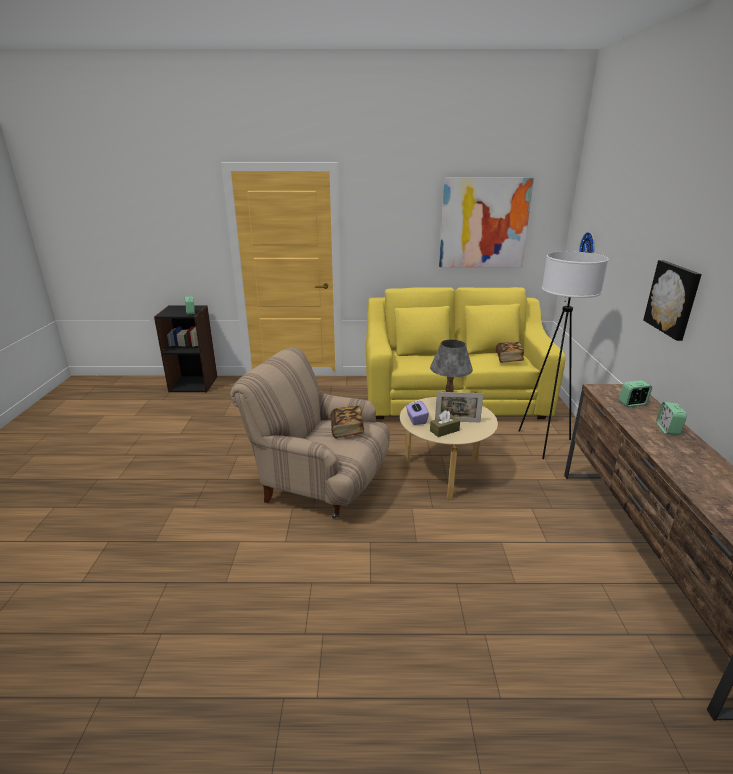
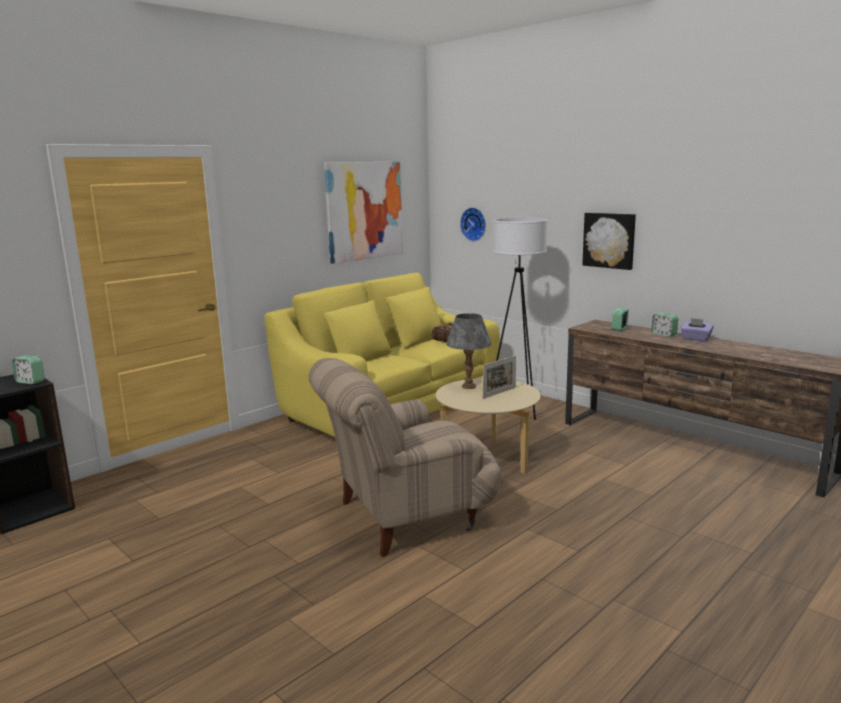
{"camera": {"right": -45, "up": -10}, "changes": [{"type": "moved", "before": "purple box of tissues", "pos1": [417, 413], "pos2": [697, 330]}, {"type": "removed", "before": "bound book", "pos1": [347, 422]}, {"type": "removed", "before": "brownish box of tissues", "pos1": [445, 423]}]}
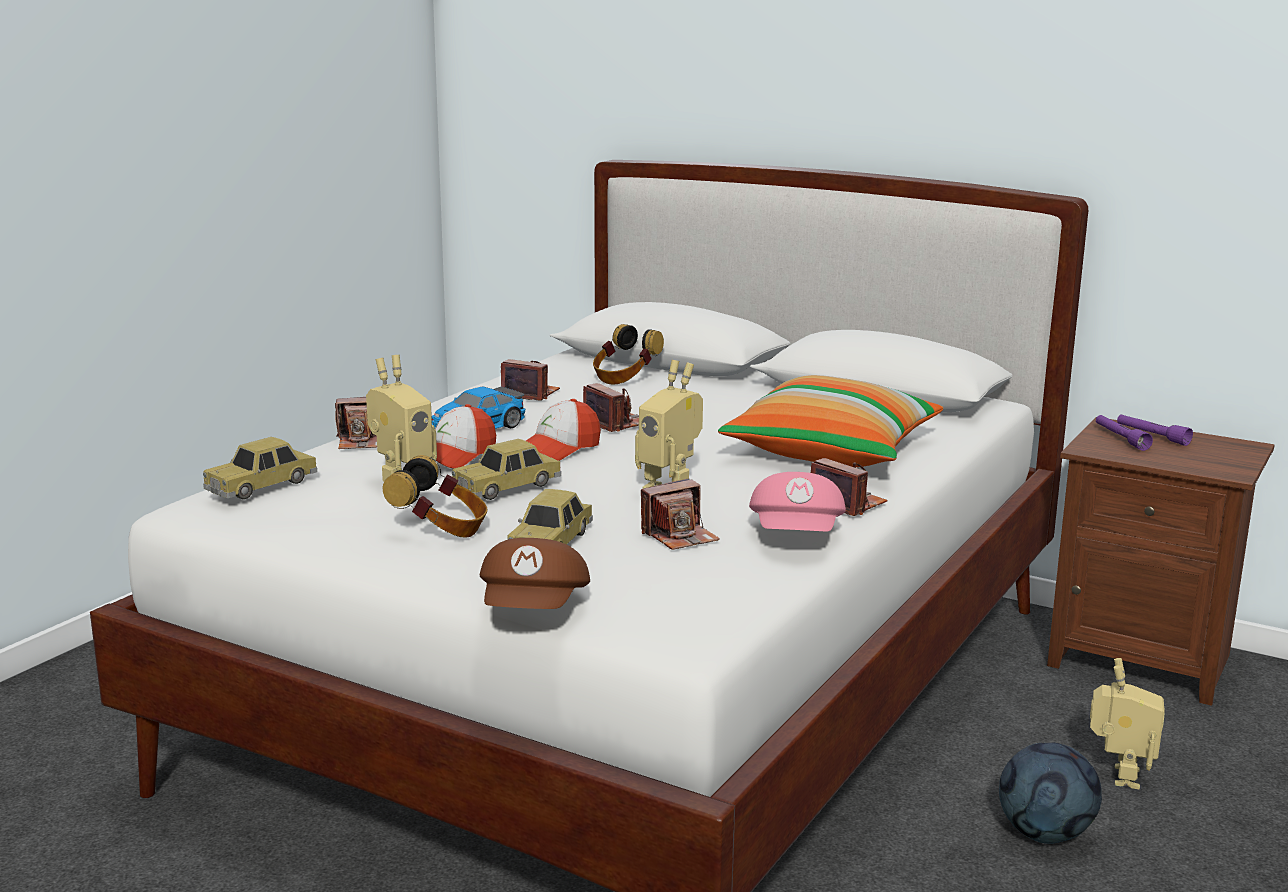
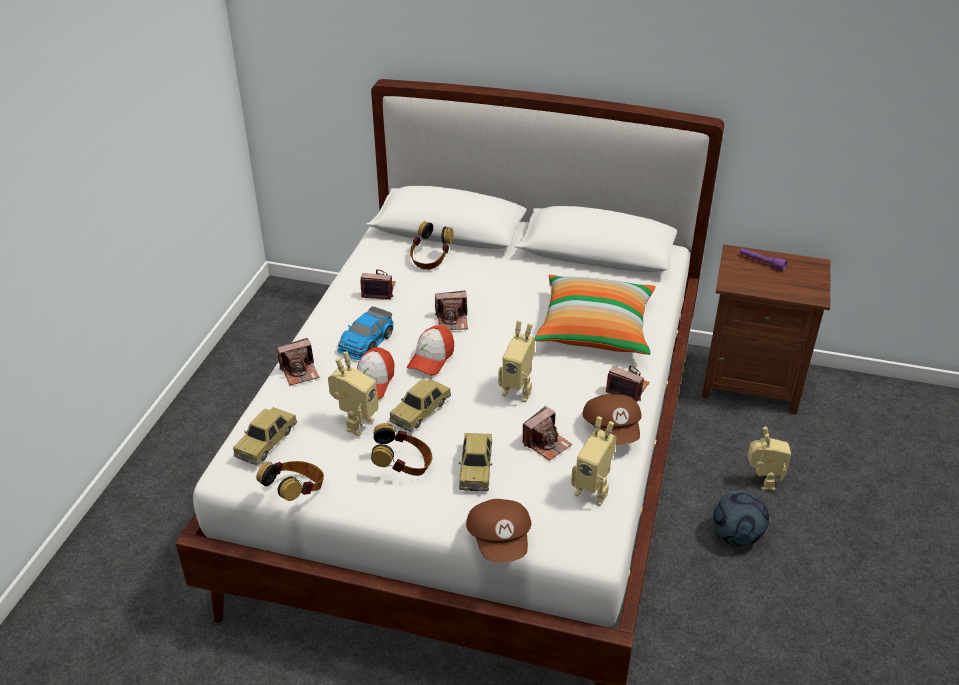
{"camera": {"right": -15, "up": 20}, "changes": [{"type": "added", "after": "headphones", "pos2": [290, 481]}, {"type": "turned", "before": "still camera", "pos1": [611, 407], "pos2": [451, 310], "turn": 135}, {"type": "added", "after": "model robot", "pos2": [594, 461]}, {"type": "recoloured", "before": "pink peaked cap", "after": "brownish peaked cap", "pos1": [797, 502], "pos2": [612, 419]}, {"type": "removed", "before": "purple torch", "pos1": [1124, 433]}]}
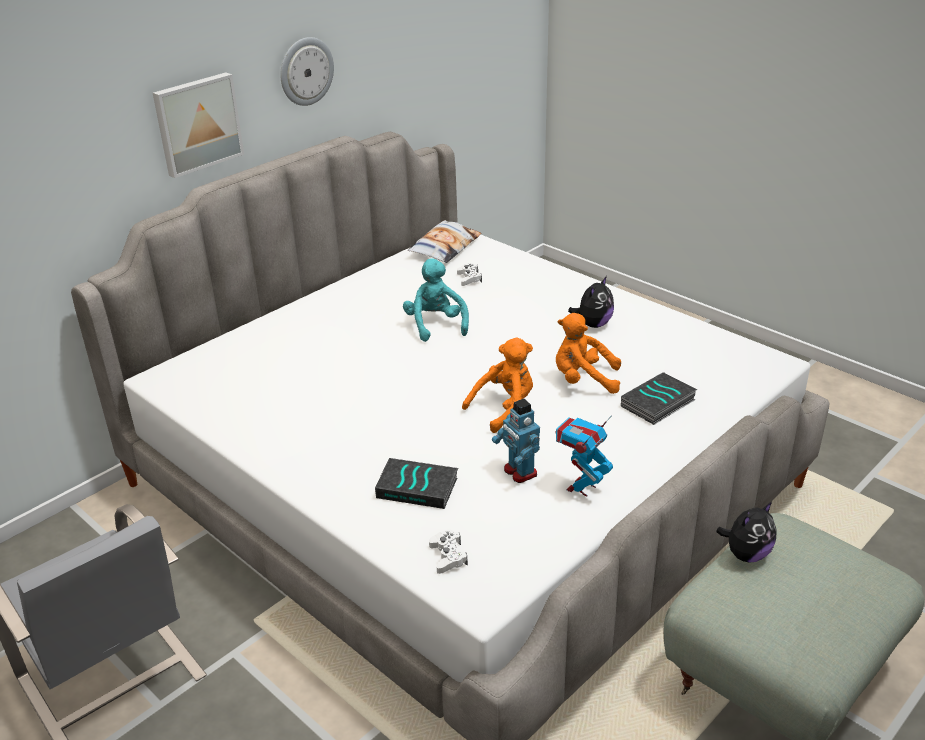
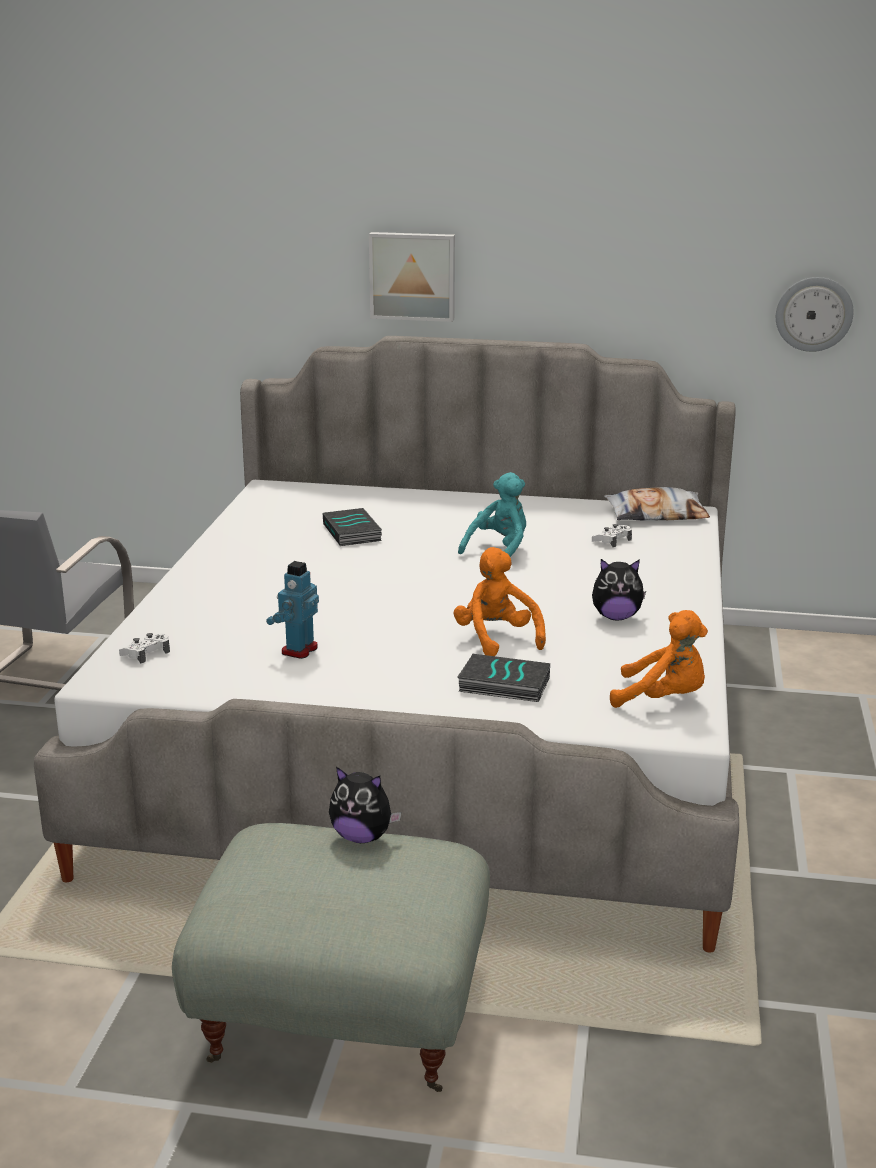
{"camera": {"right": 55, "up": -10}, "changes": [{"type": "moved", "before": "bound book", "pos1": [416, 483], "pos2": [352, 527]}, {"type": "moved", "before": "orange plush toy", "pos1": [497, 385], "pos2": [659, 659]}, {"type": "moved", "before": "clock on the wall", "pos1": [307, 71], "pos2": [815, 314]}, {"type": "removed", "before": "model robot", "pos1": [584, 455]}]}
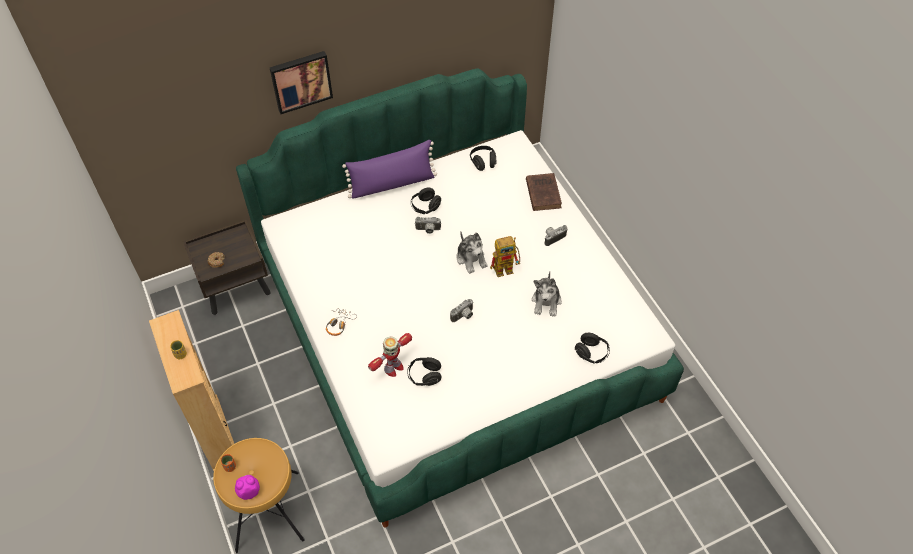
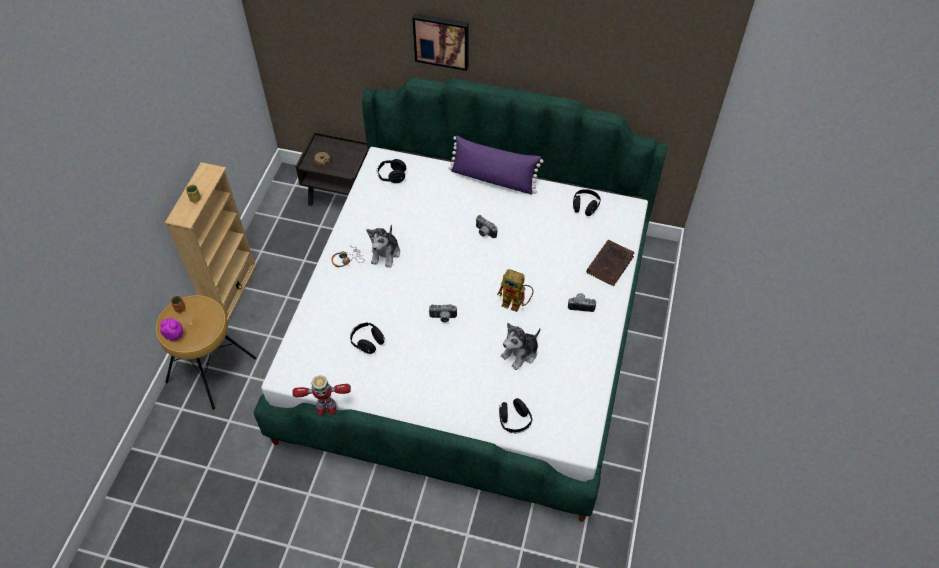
{"camera": {"right": 40, "up": 0}, "changes": [{"type": "moved", "before": "model robot", "pos1": [390, 355], "pos2": [321, 395]}, {"type": "moved", "before": "plush toy", "pos1": [472, 253], "pos2": [383, 246]}, {"type": "moved", "before": "blackish headphones", "pos1": [426, 200], "pos2": [391, 171]}]}
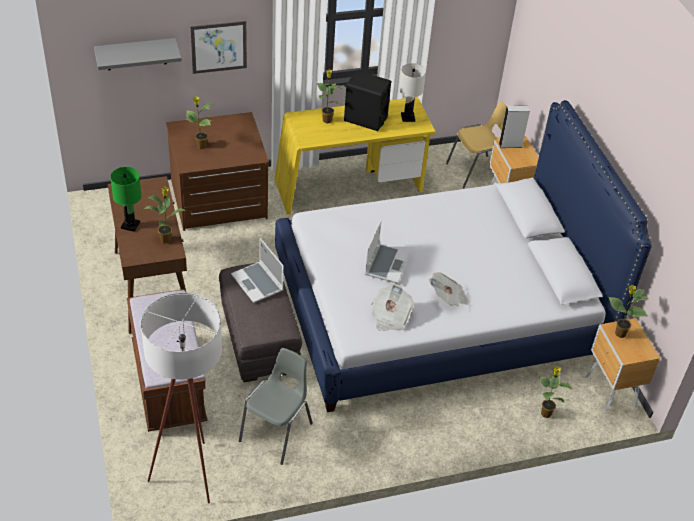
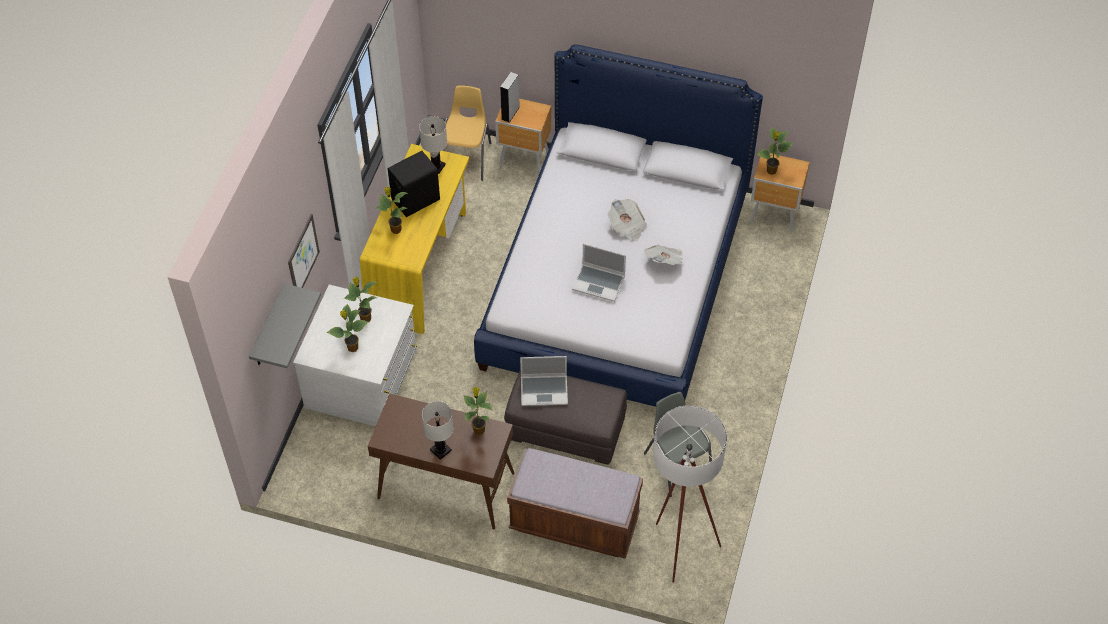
{"camera": {"right": -55, "up": 10}, "changes": [{"type": "recoloured", "before": "brownish dresser", "after": "white-coloured dresser", "pos1": [217, 171], "pos2": [355, 356]}, {"type": "moved", "before": "plant in a pot", "pos1": [556, 392], "pos2": [360, 299]}, {"type": "recoloured", "before": "greenish lamp for a table", "after": "white-coloured lamp for a table", "pos1": [126, 199], "pos2": [437, 430]}, {"type": "turned", "before": "portable computer", "pos1": [387, 252], "pos2": [599, 272], "turn": 150}, {"type": "moved", "before": "daily paper", "pos1": [393, 307], "pos2": [627, 220]}]}
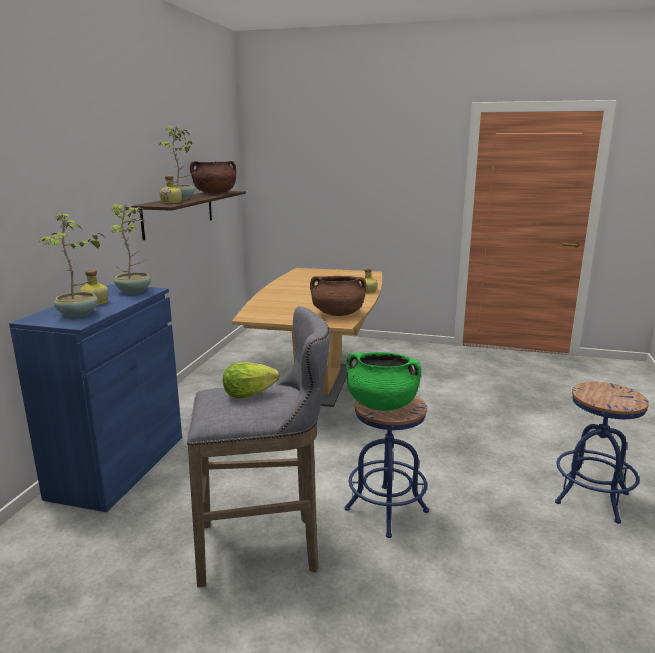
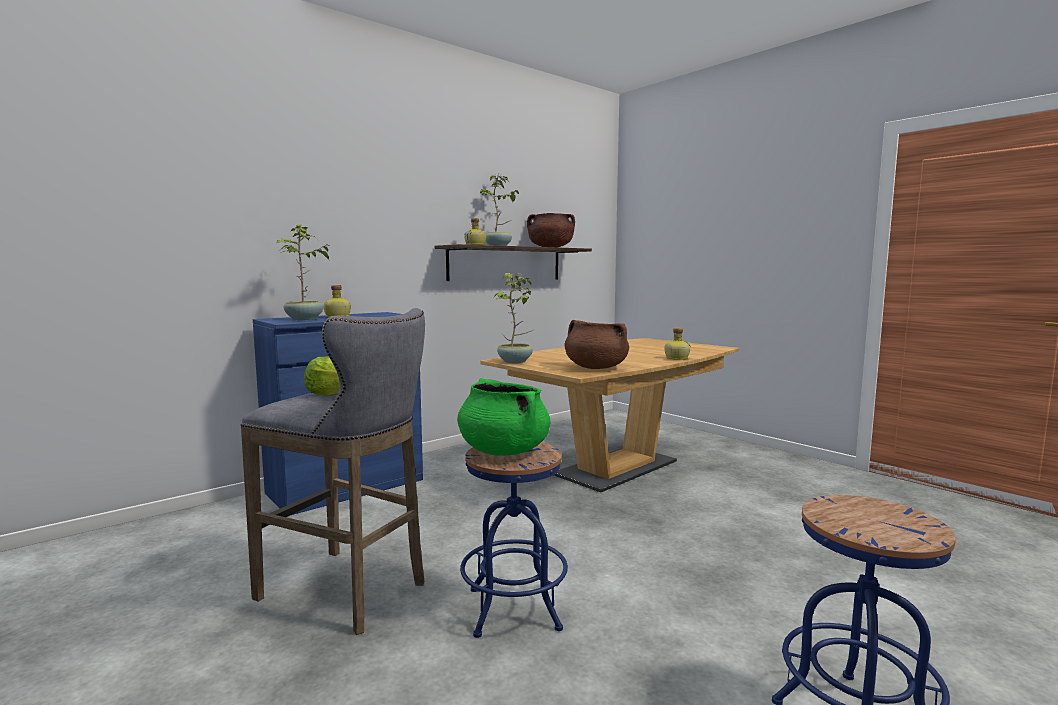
{"camera": {"right": 35, "up": -10}, "changes": [{"type": "moved", "before": "plant in a pot", "pos1": [130, 248], "pos2": [515, 318]}]}
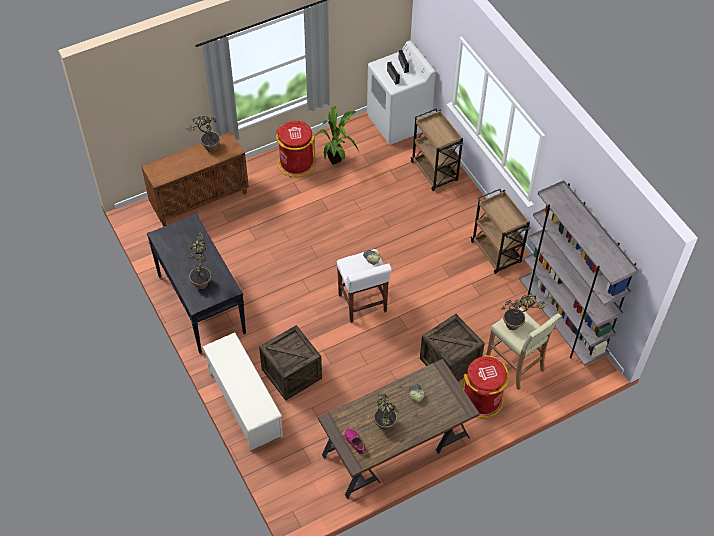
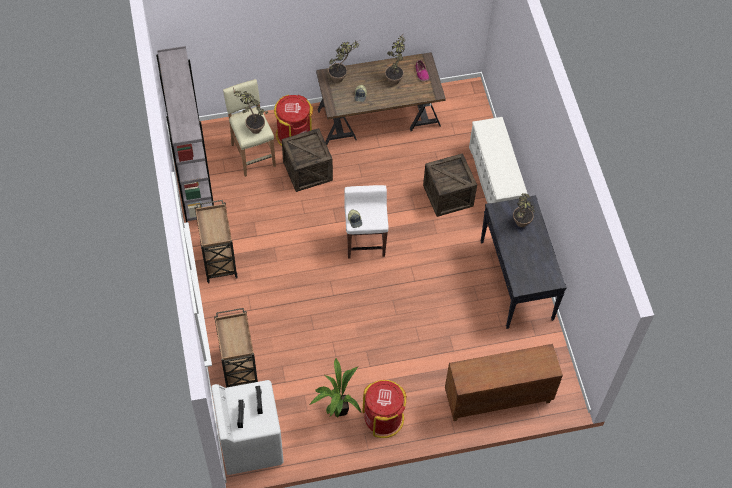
{"camera": {"right": -165, "up": 5}, "changes": [{"type": "moved", "before": "plant in a pot", "pos1": [203, 134], "pos2": [344, 61]}]}
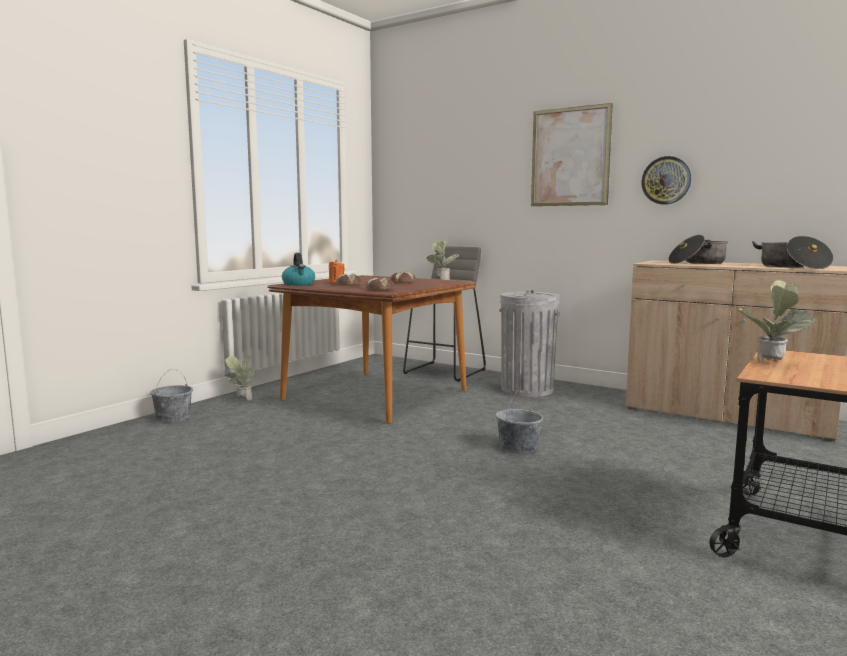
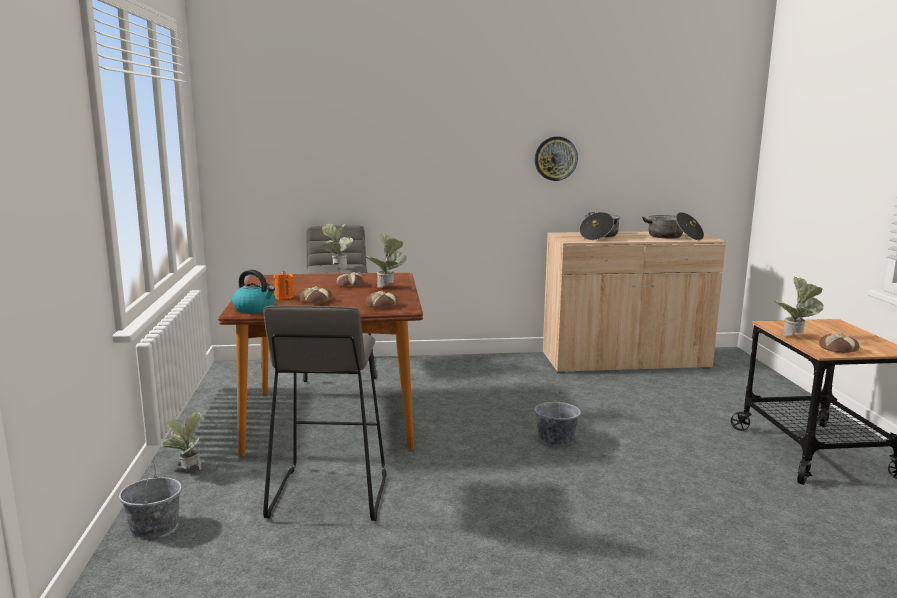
{"camera": {"right": -40, "up": 5}, "changes": [{"type": "added", "after": "grey stool seat", "pos2": [325, 413]}, {"type": "added", "after": "plant in a pot", "pos2": [386, 261]}, {"type": "added", "after": "baked bread", "pos2": [839, 343]}, {"type": "removed", "before": "grey rubbish bin", "pos1": [529, 343]}, {"type": "removed", "before": "picture", "pos1": [572, 154]}]}
